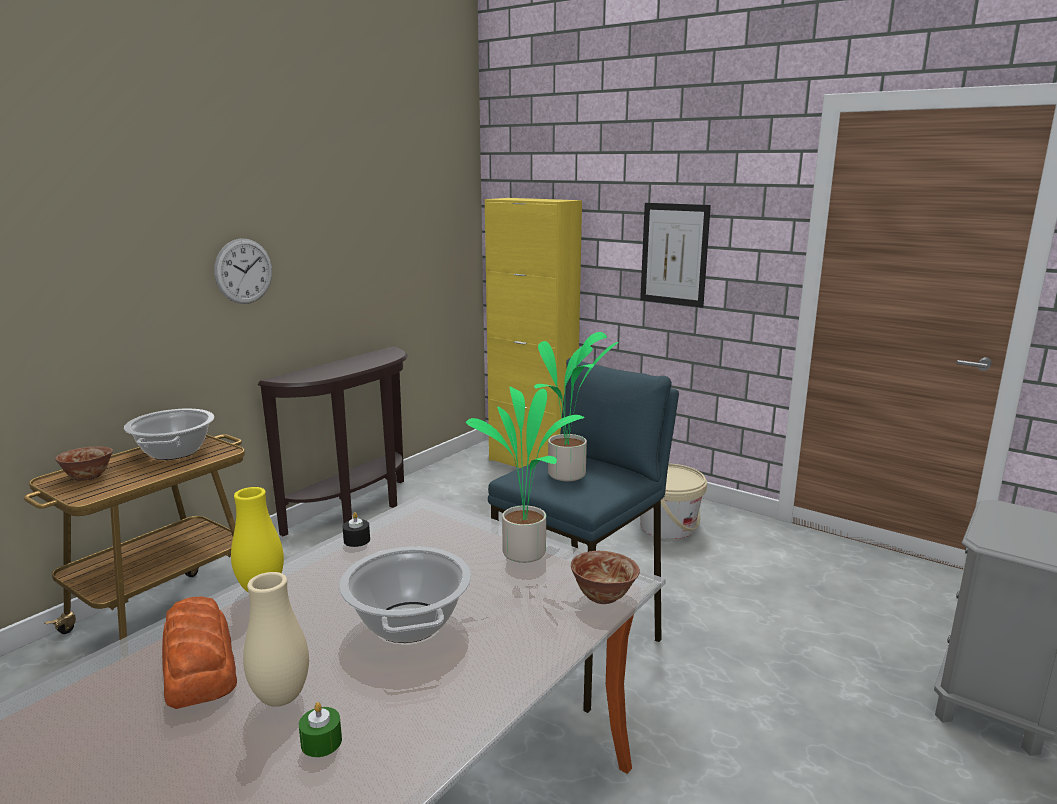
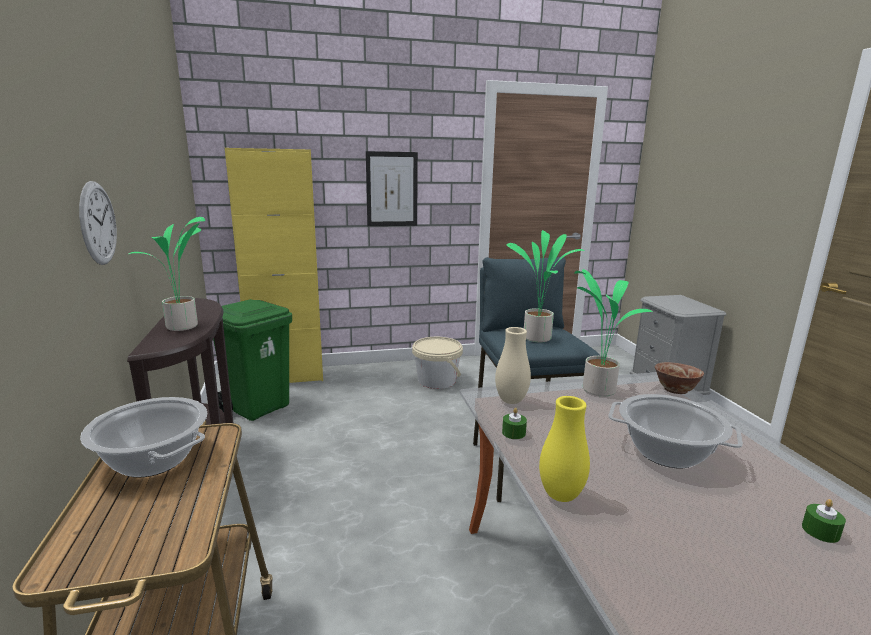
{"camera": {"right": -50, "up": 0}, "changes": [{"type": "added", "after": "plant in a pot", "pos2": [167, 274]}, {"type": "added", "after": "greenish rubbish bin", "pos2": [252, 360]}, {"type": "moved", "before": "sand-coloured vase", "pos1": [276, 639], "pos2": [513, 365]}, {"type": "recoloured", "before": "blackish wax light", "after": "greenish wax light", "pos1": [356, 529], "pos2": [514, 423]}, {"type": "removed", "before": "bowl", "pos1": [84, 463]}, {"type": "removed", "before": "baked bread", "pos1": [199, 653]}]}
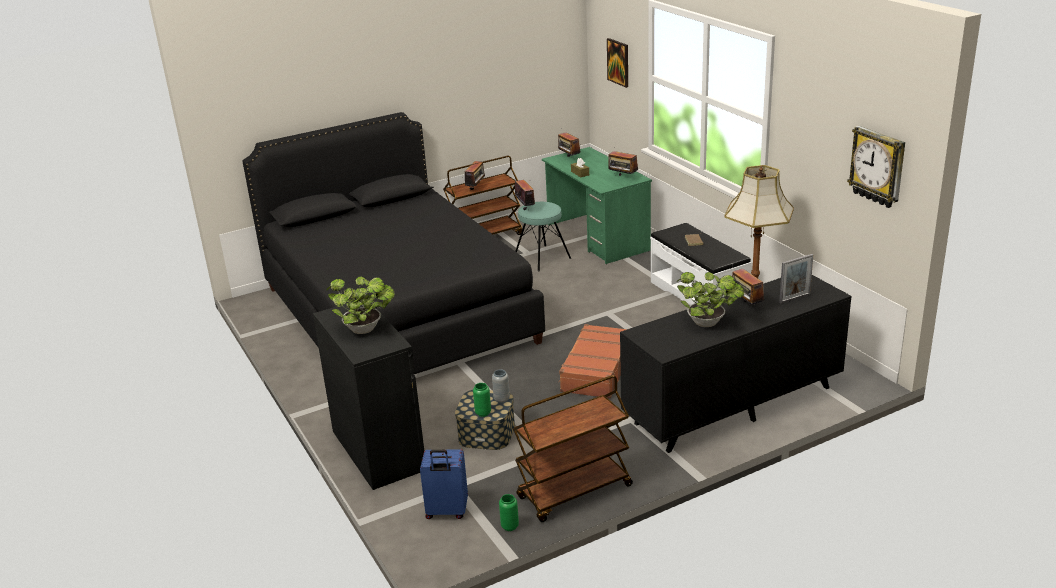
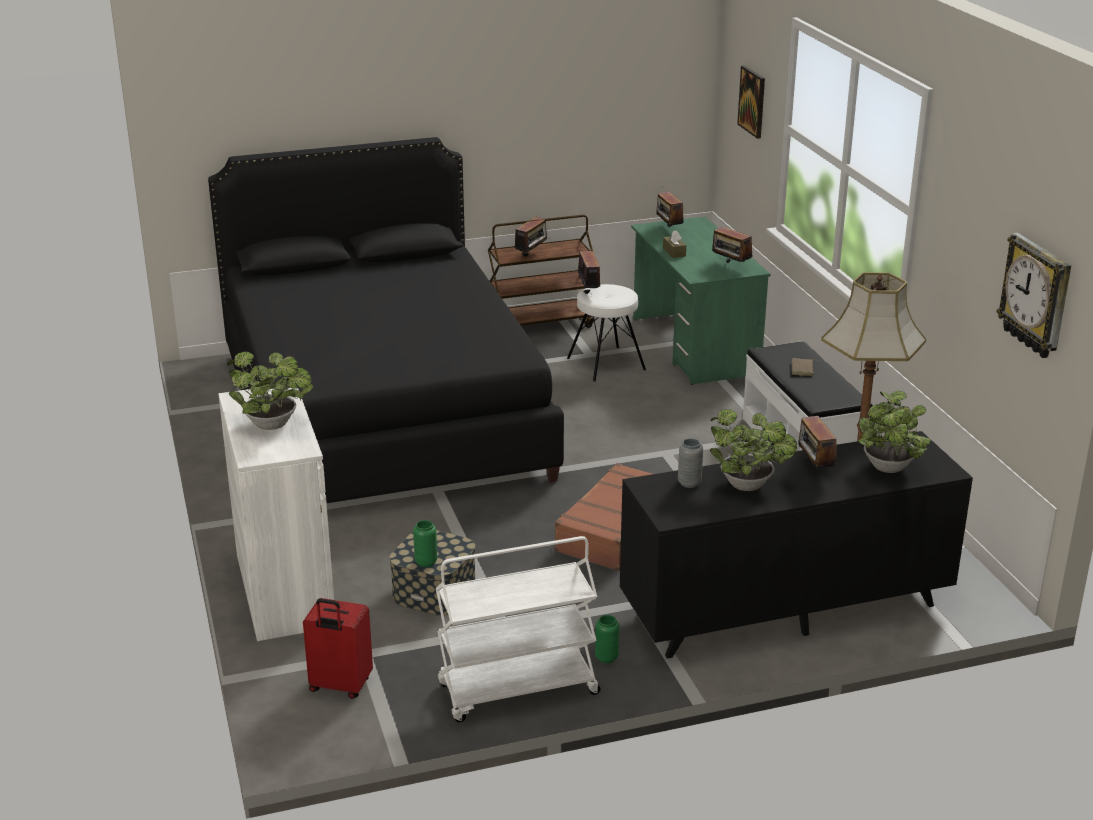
{"camera": {"right": 10, "up": 0}, "changes": [{"type": "recoloured", "before": "blackish cabinet", "after": "white-coloured cabinet", "pos1": [368, 396], "pos2": [276, 513]}, {"type": "recoloured", "before": "blue travel case", "after": "red travel case", "pos1": [444, 484], "pos2": [338, 648]}, {"type": "recoloured", "before": "brownish wheeled cart", "after": "white-coloured wheeled cart", "pos1": [573, 448], "pos2": [518, 629]}, {"type": "recoloured", "before": "turquoise-coloured stool seat", "after": "white-coloured stool seat", "pos1": [543, 236], "pos2": [606, 333]}, {"type": "moved", "before": "greenish vase", "pos1": [509, 512], "pos2": [607, 639]}, {"type": "moved", "before": "grey vase", "pos1": [501, 386], "pos2": [690, 463]}, {"type": "replaced", "before": "standing frame", "after": "plant in a pot", "pos1": [796, 279], "pos2": [894, 432]}]}
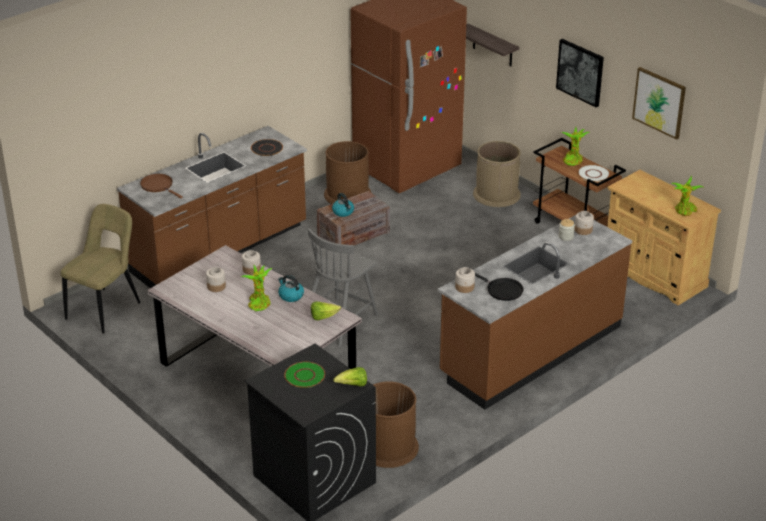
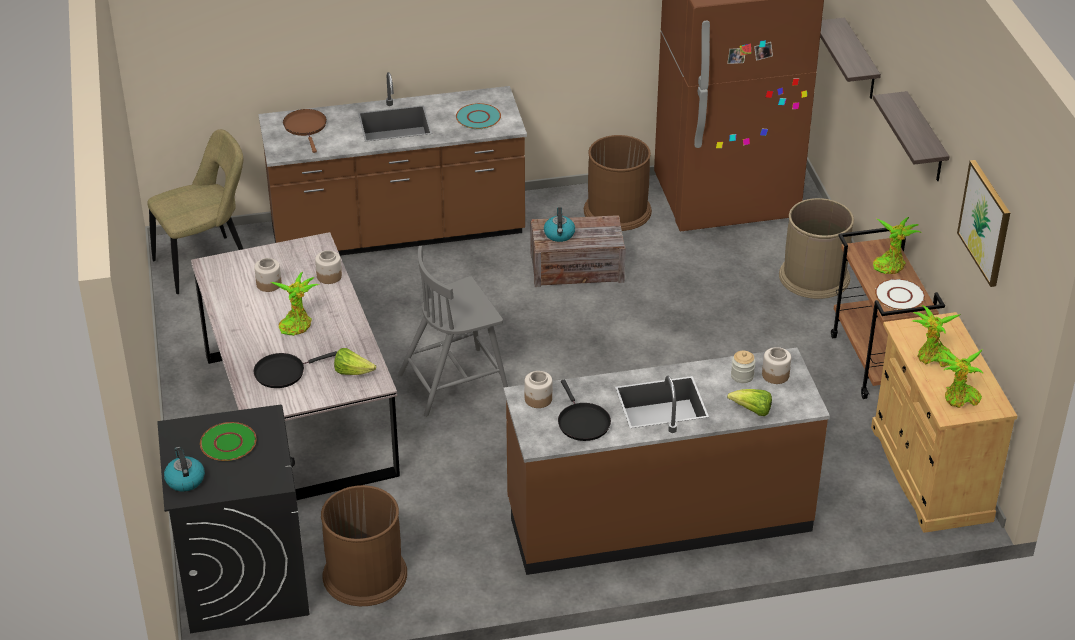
{"camera": {"right": 30, "up": 5}, "changes": [{"type": "moved", "before": "water kettle", "pos1": [291, 288], "pos2": [184, 469]}, {"type": "added", "after": "blackish frying pan", "pos2": [295, 369]}, {"type": "recoloured", "before": "blackish flat dish", "after": "turquoise-coloured flat dish", "pos1": [267, 147], "pos2": [478, 116]}, {"type": "moved", "before": "lettuce", "pos1": [350, 376], "pos2": [749, 402]}, {"type": "replaced", "before": "picture", "after": "shelf", "pos1": [580, 73], "pos2": [911, 136]}, {"type": "added", "after": "plant in a pot", "pos2": [936, 336]}]}
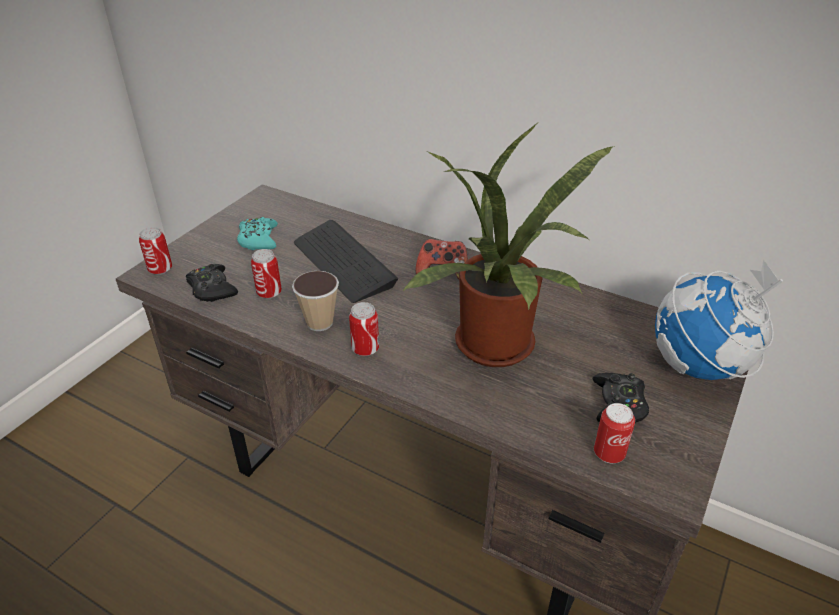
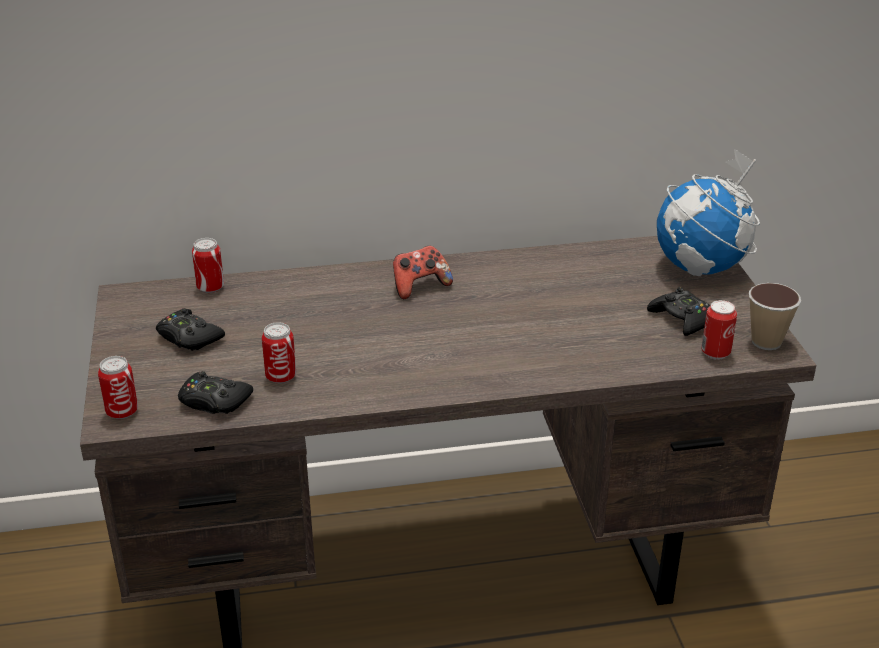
{"camera": {"right": -40, "up": -5}, "changes": [{"type": "recoloured", "before": "turquoise-coloured game controller", "after": "blackish game controller", "pos1": [257, 233], "pos2": [190, 329]}, {"type": "moved", "before": "can", "pos1": [364, 329], "pos2": [208, 265]}, {"type": "moved", "before": "small cup", "pos1": [315, 301], "pos2": [775, 316]}, {"type": "removed", "before": "computer keyboard", "pos1": [346, 261]}, {"type": "removed", "before": "plant in a pot", "pos1": [508, 245]}]}
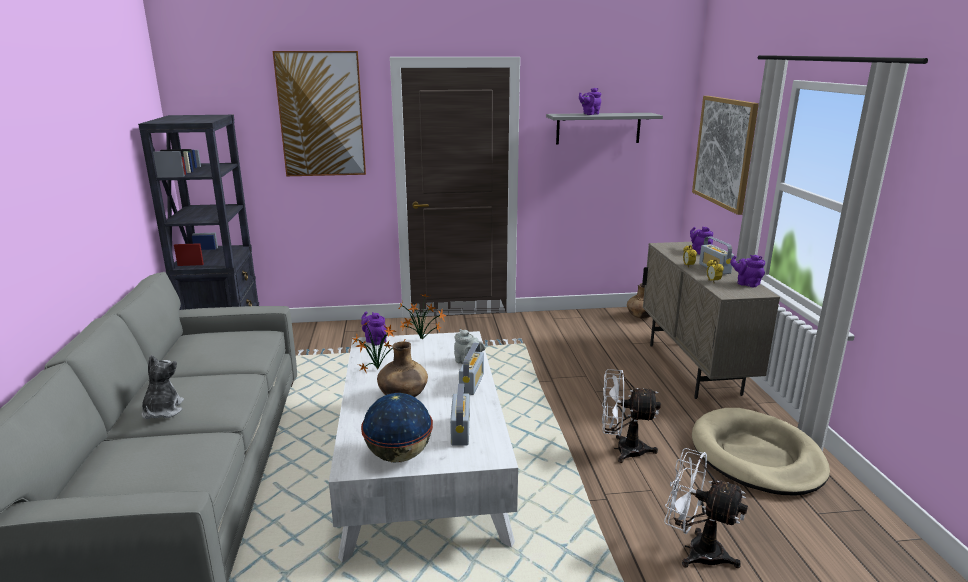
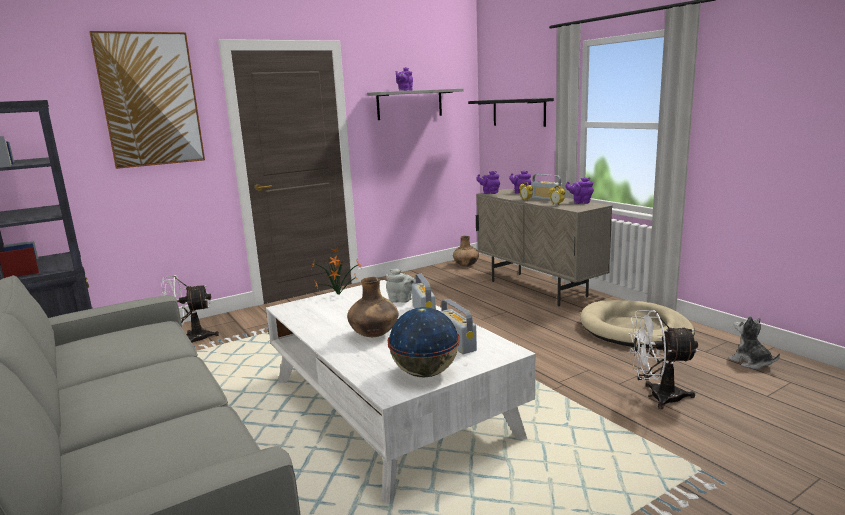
{"camera": {"right": -25, "up": -5}, "changes": [{"type": "moved", "before": "white-coloured fan", "pos1": [631, 416], "pos2": [190, 309]}, {"type": "replaced", "before": "picture", "after": "blackish shelf", "pos1": [725, 155], "pos2": [511, 112]}, {"type": "moved", "before": "purple teapot", "pos1": [373, 328], "pos2": [488, 182]}, {"type": "moved", "before": "plush toy", "pos1": [163, 387], "pos2": [754, 342]}, {"type": "removed", "before": "plant in a pot", "pos1": [378, 347]}]}
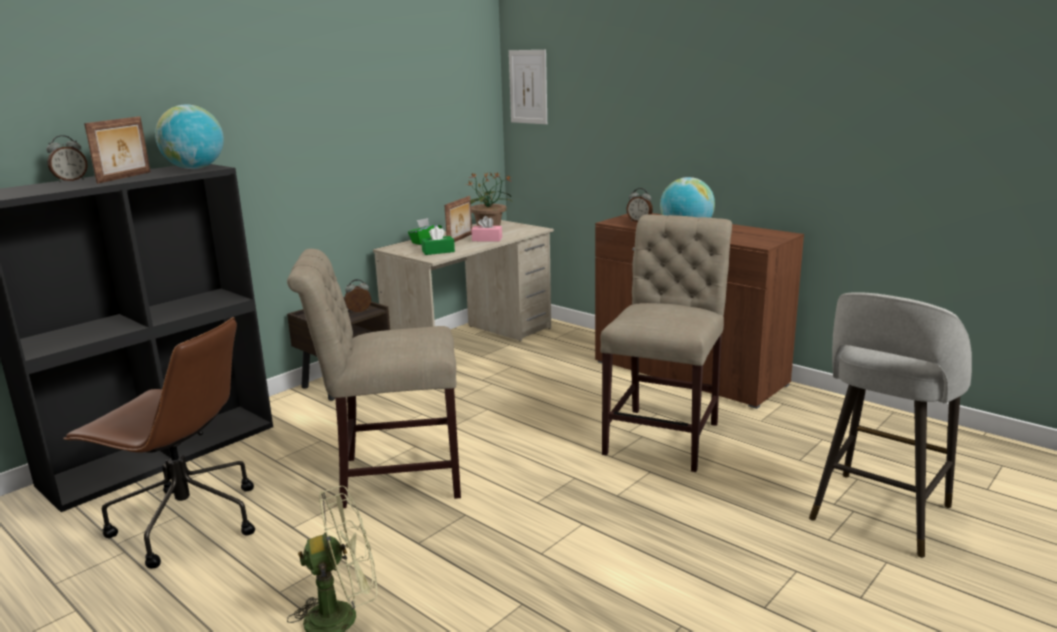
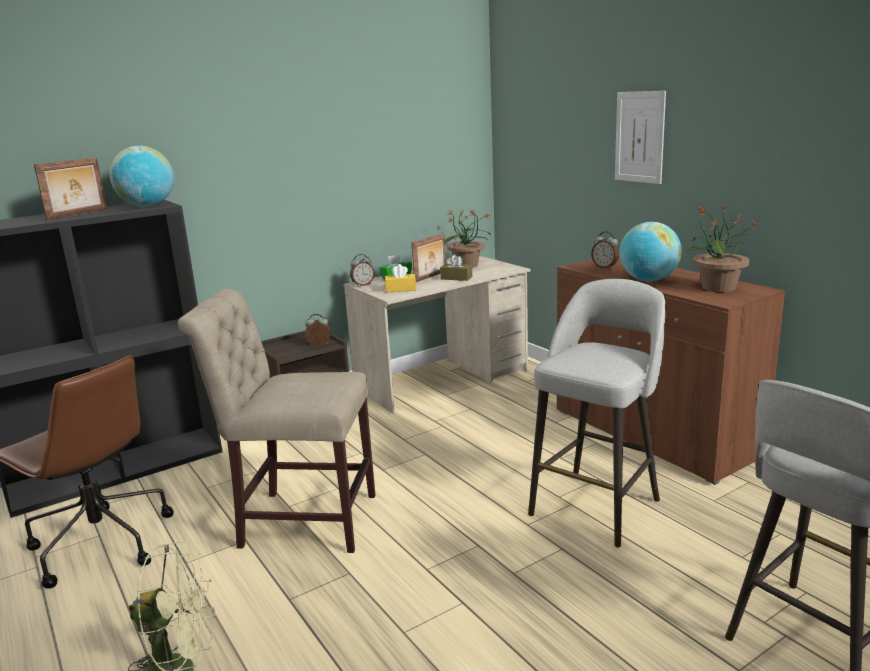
{"camera": {"right": 15, "up": 0}, "changes": [{"type": "moved", "before": "bedside clock", "pos1": [67, 158], "pos2": [362, 270]}, {"type": "recoloured", "before": "greenish box of tissues", "after": "yellowish box of tissues", "pos1": [438, 240], "pos2": [400, 278]}, {"type": "recoloured", "before": "pink box of tissues", "after": "brownish box of tissues", "pos1": [486, 228], "pos2": [456, 267]}, {"type": "replaced", "before": "sand-coloured upright chair", "after": "grey stool seat", "pos1": [666, 343], "pos2": [596, 413]}, {"type": "moved", "before": "picture", "pos1": [528, 87], "pos2": [640, 137]}, {"type": "added", "after": "plant in a pot", "pos2": [722, 248]}]}
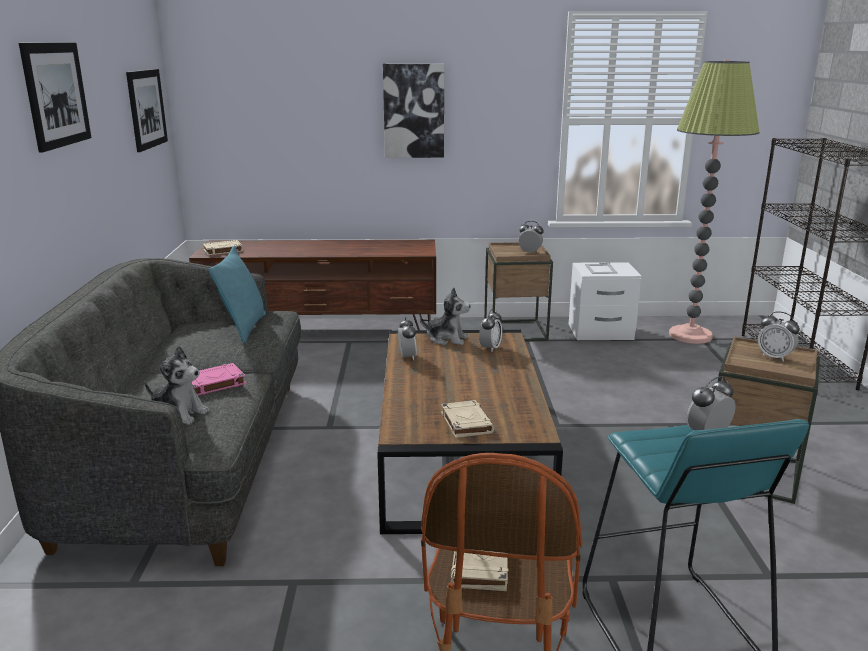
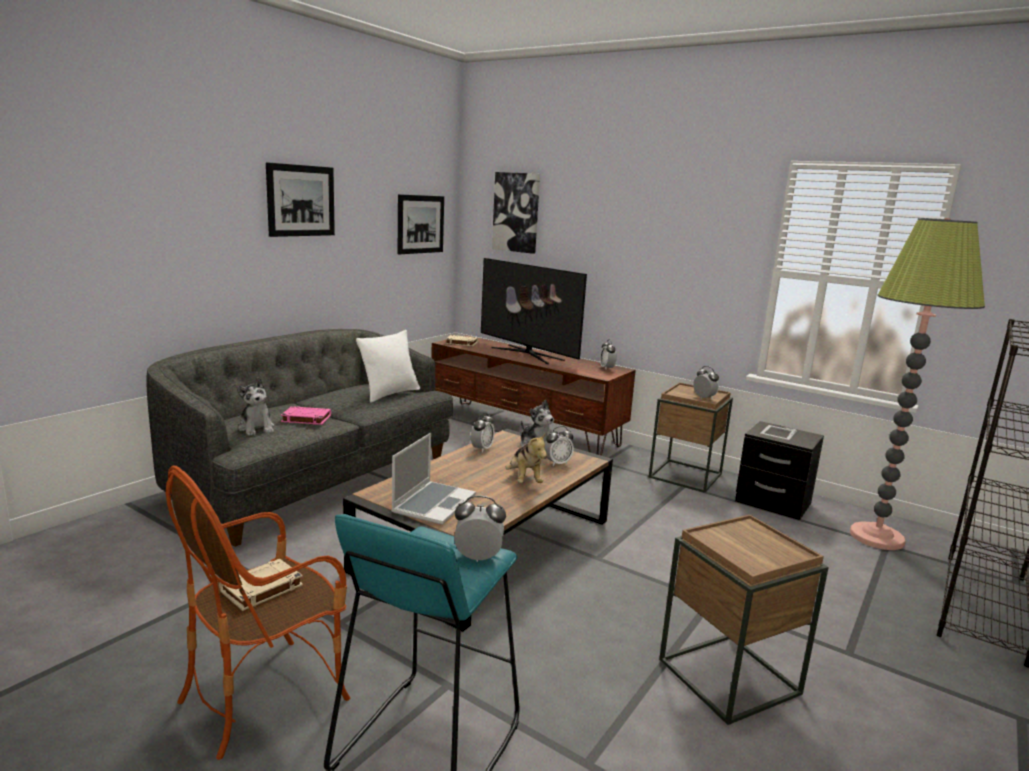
{"camera": {"right": 35, "up": -5}, "changes": [{"type": "recoloured", "before": "turquoise-coloured throw pillow", "after": "white-coloured throw pillow", "pos1": [237, 294], "pos2": [388, 366]}, {"type": "replaced", "before": "sand-coloured bound book", "after": "portable computer", "pos1": [467, 419], "pos2": [433, 479]}, {"type": "added", "after": "TV", "pos2": [534, 311]}, {"type": "moved", "before": "picture", "pos1": [413, 111], "pos2": [516, 213]}, {"type": "added", "after": "plush toy", "pos2": [526, 457]}, {"type": "moved", "before": "bedside clock", "pos1": [779, 336], "pos2": [608, 354]}, {"type": "recoloured", "before": "white-coloured night table", "after": "blackish night table", "pos1": [605, 301], "pos2": [779, 470]}]}
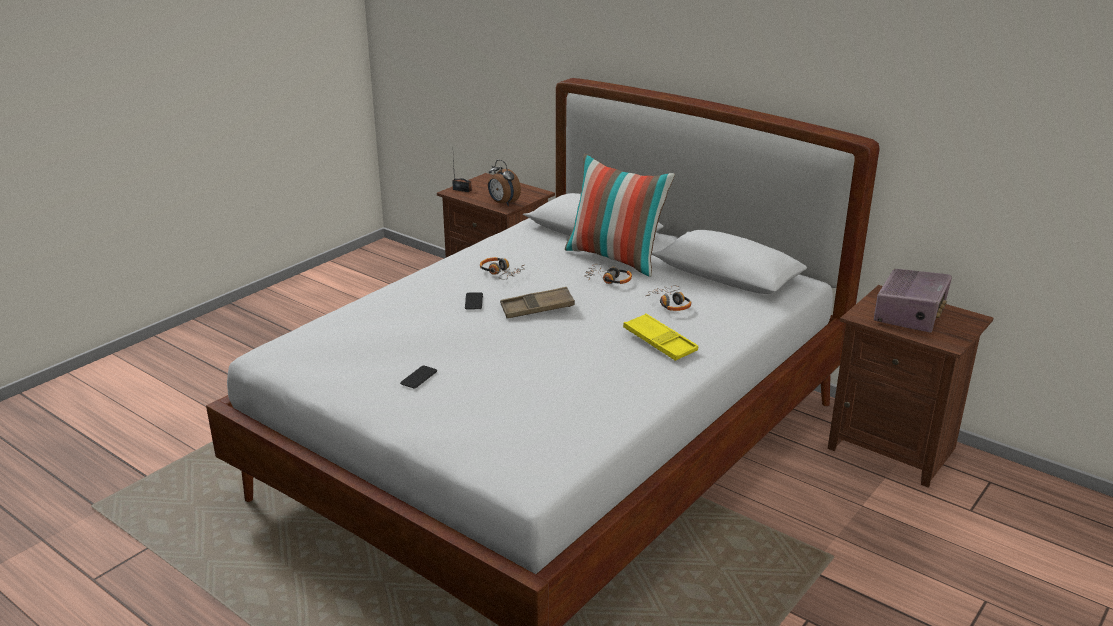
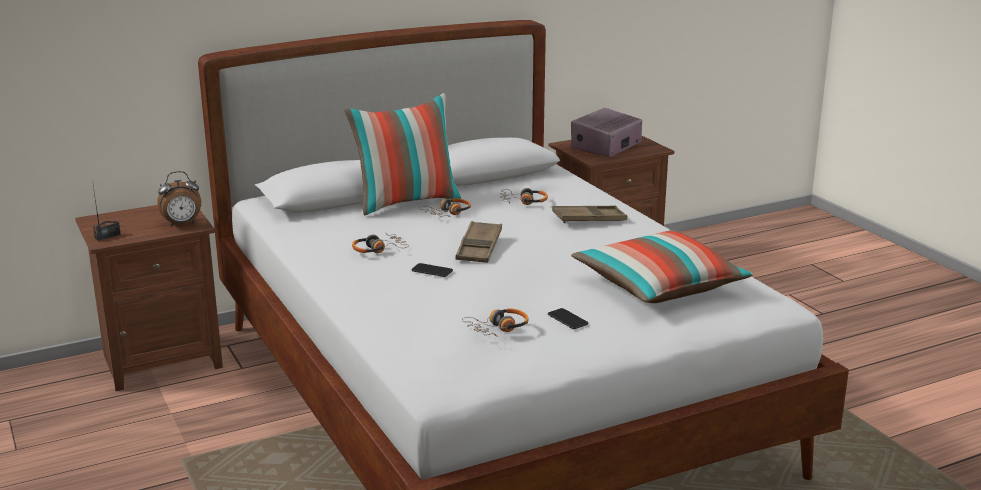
{"camera": {"right": -65, "up": -5}, "changes": [{"type": "added", "after": "headphones", "pos2": [495, 322]}, {"type": "recoloured", "before": "yellowish carrying tray", "after": "brownish carrying tray", "pos1": [660, 337], "pos2": [589, 214]}, {"type": "turned", "before": "radio", "pos1": [913, 300], "pos2": [606, 132], "turn": -105}, {"type": "added", "after": "throw pillow", "pos2": [662, 266]}]}
